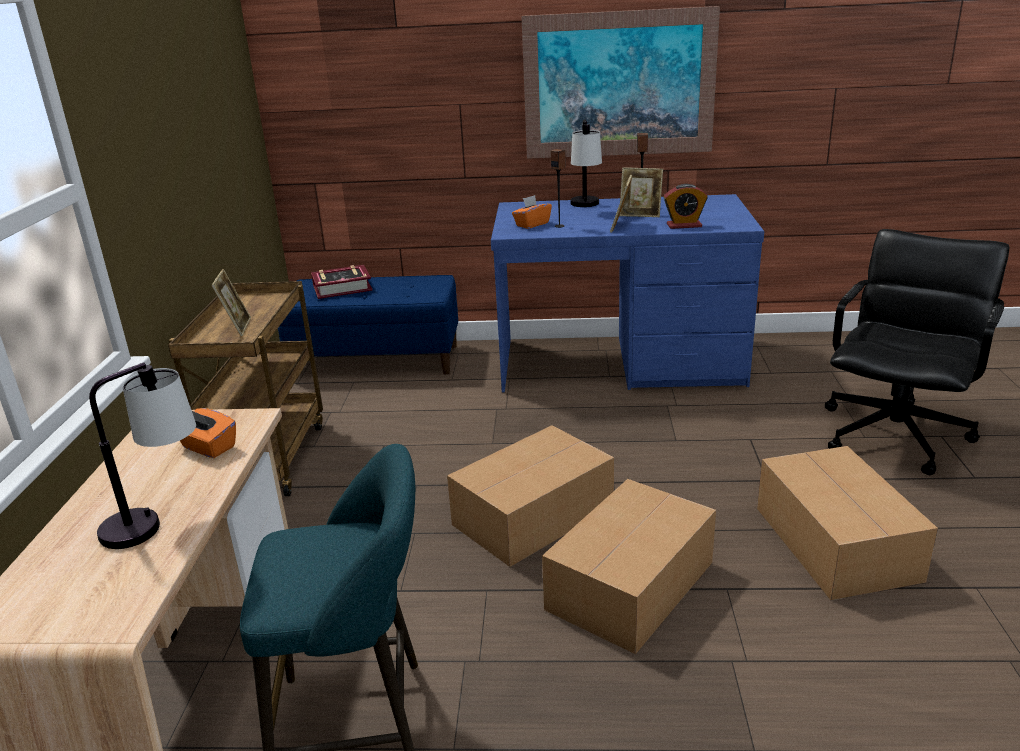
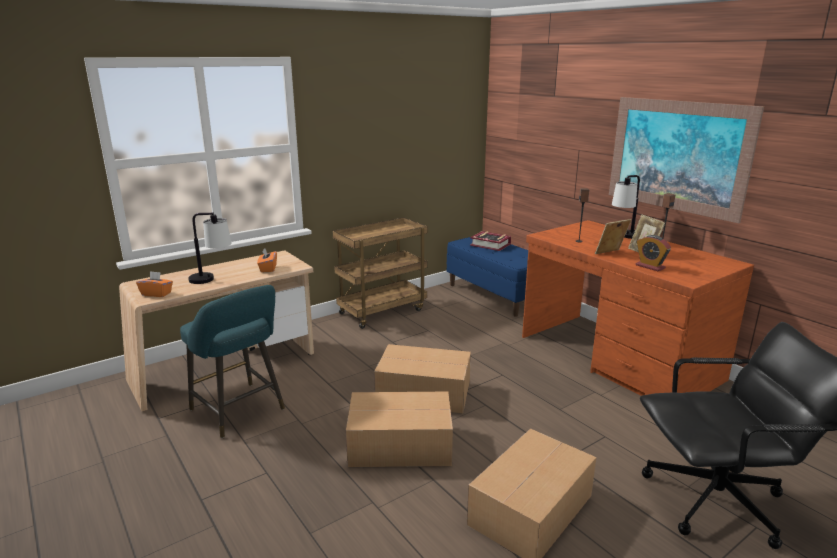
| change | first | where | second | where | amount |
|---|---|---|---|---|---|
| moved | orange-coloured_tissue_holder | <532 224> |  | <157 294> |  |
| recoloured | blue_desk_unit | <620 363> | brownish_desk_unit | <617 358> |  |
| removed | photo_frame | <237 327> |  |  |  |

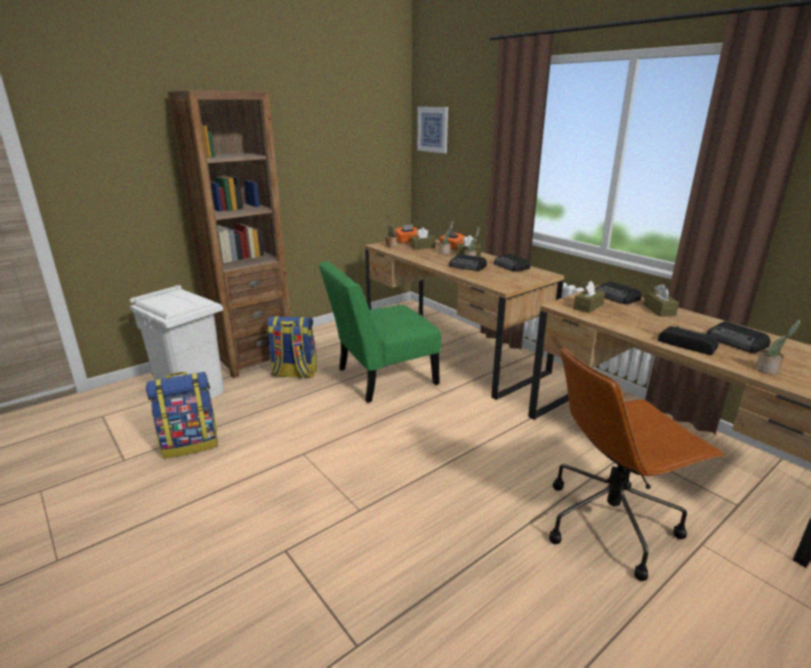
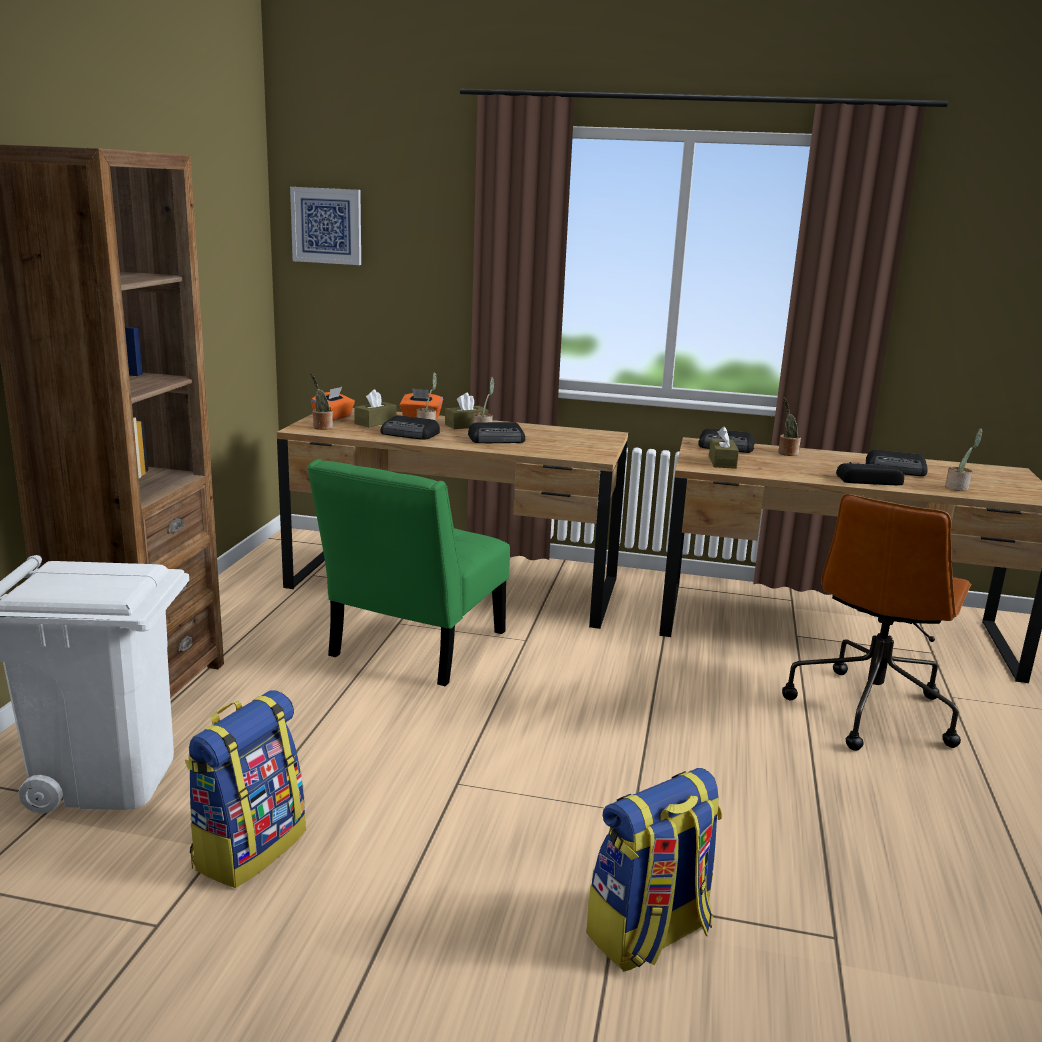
| change | first | where | second | where | amount |
|---|---|---|---|---|---|
| moved | radio | <511 266> |  | <410 434> |  |
| moved | backpack | <294 373> |  | <649 934> |  |
| replaced | brownish_tissue_holder | <659 310> | potted_plant | <786 453> |  |

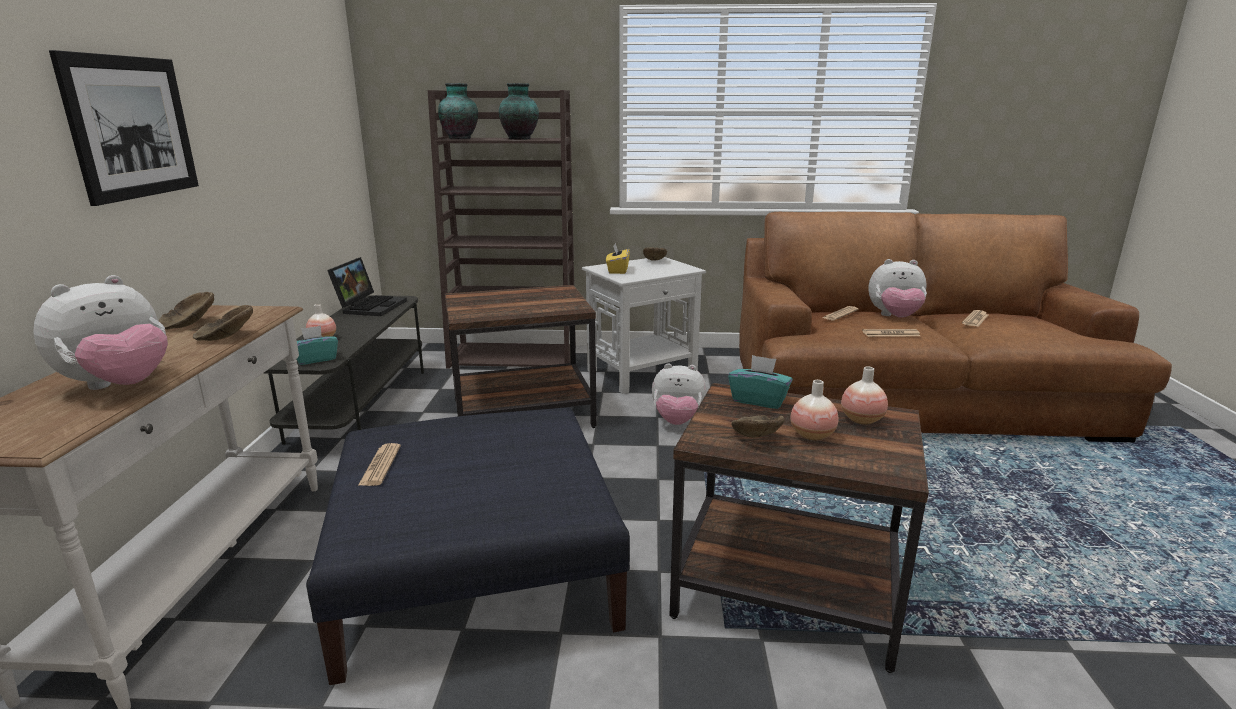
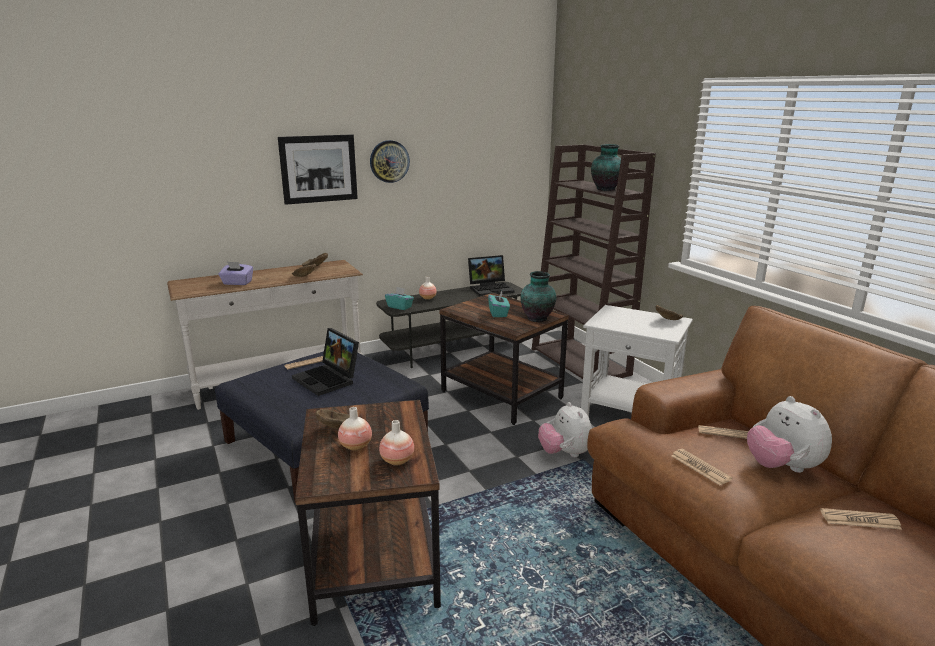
| change | first | where | second | where | amount |
|---|---|---|---|---|---|
| replaced | cuddly_toy | <120 386> | purple-coloured_tissue_holder | <237 283> |  |
| added |  |  | notebook_computer | <328 379> |  |
| added |  |  | clock_on_the_wall | <389 161> |  |
| moved | blue-green_tissue_holder | <759 400> |  | <498 313> |  |
| moved | flower_vase | <460 138> |  | <538 318> |  |
| removed | yellow-coloured_tissue_holder | <617 270> |  |  |  |

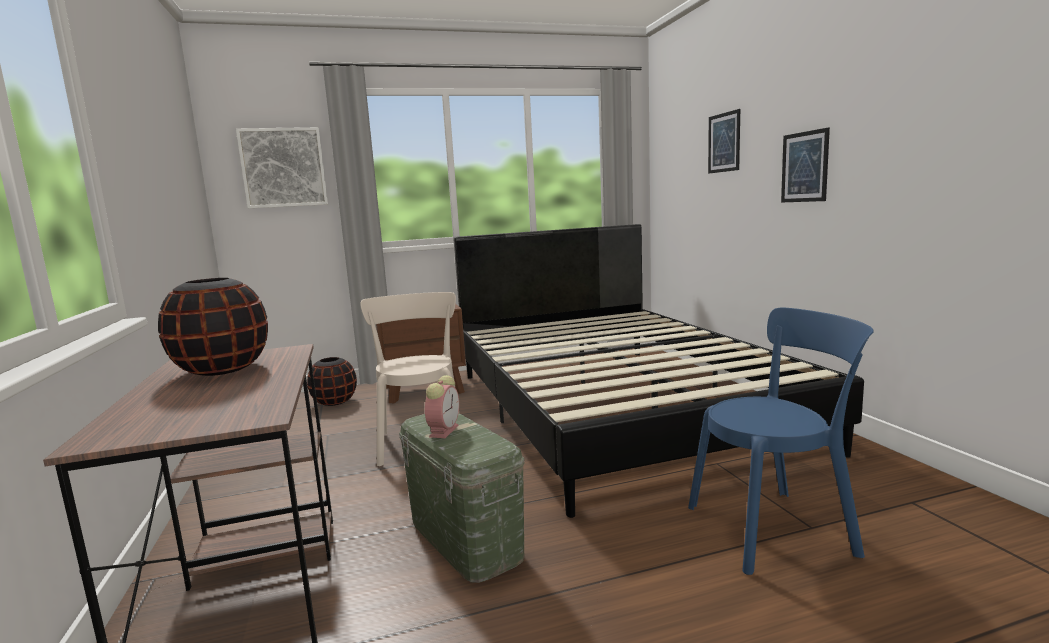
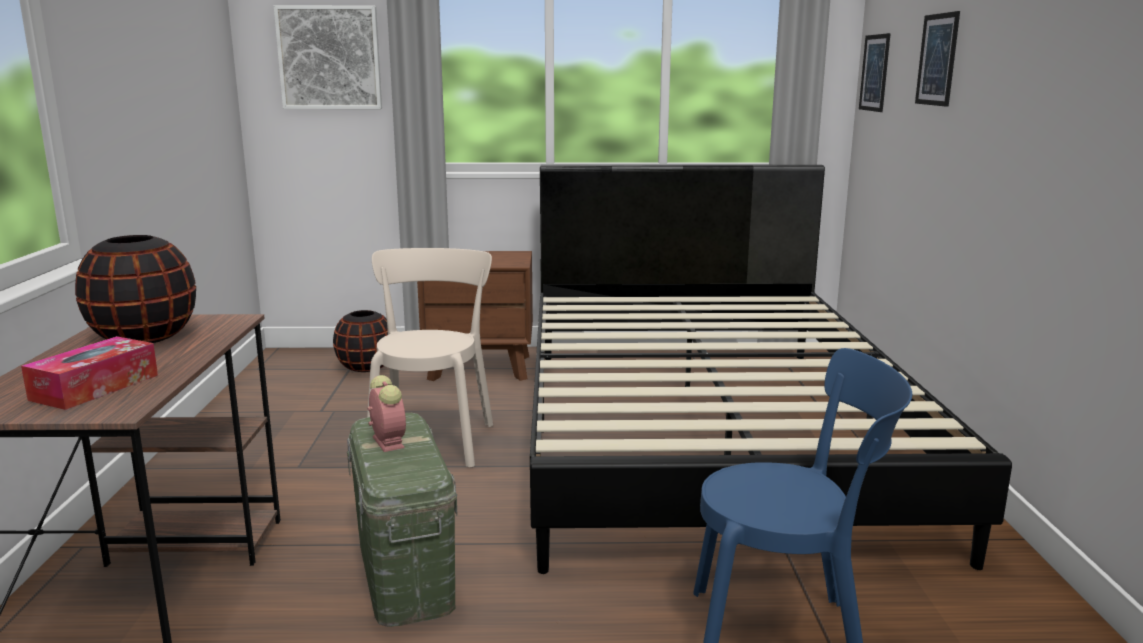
| change | first | where | second | where | amount |
|---|---|---|---|---|---|
| added |  |  | tissue_holder | <95 387> |  |
| turned | table_clock | <444 430> |  | <387 441> | 60 degrees counterclockwise |
| moved | wall_art | <804 167> |  | <874 73> |  |

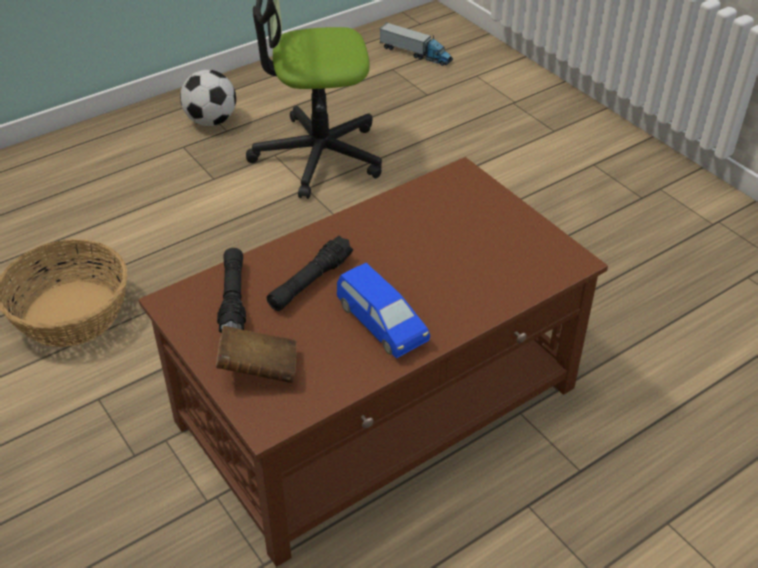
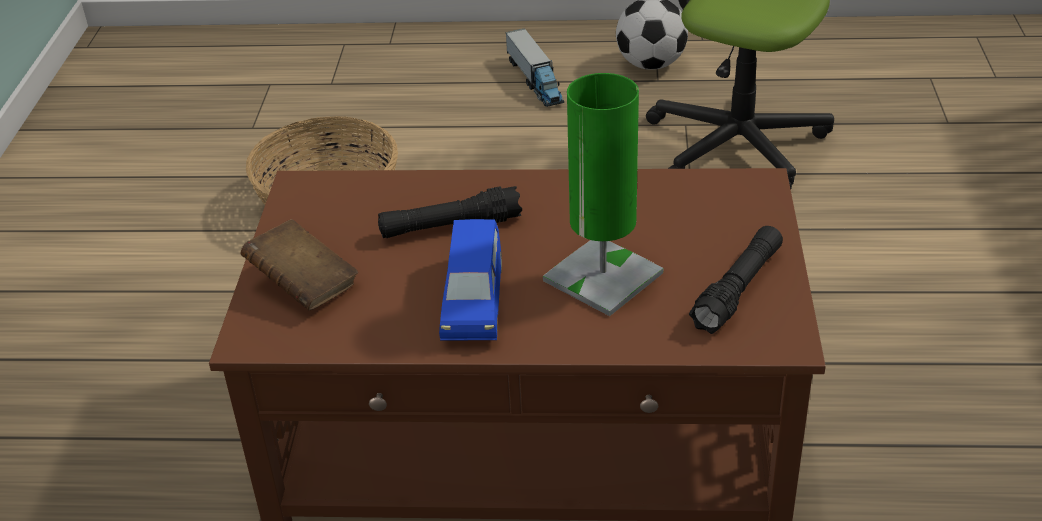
| change | first | where | second | where | amount |
|---|---|---|---|---|---|
| moved | toy_truck | <415 54> |  | <535 81> |  |
| added |  |  | greenish_tabletop_lamp | <603 277> |  |
| moved | black_flashlight | <233 299> |  | <738 289> |  |

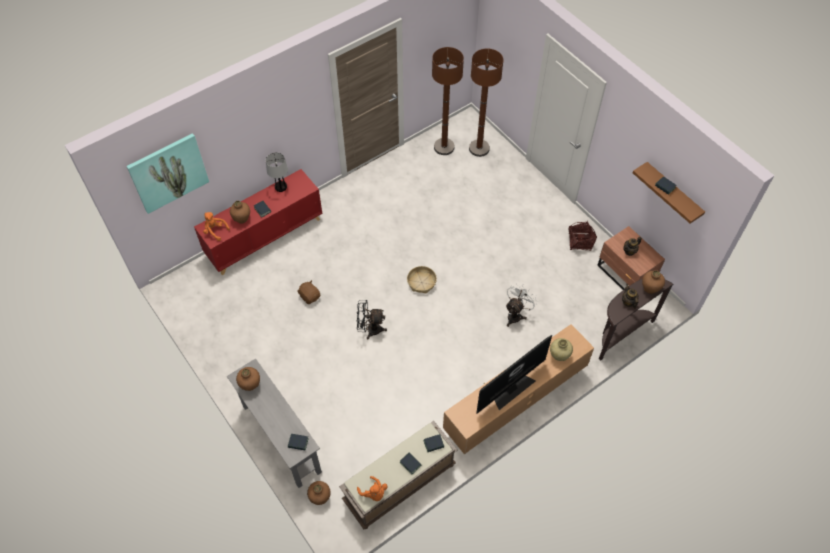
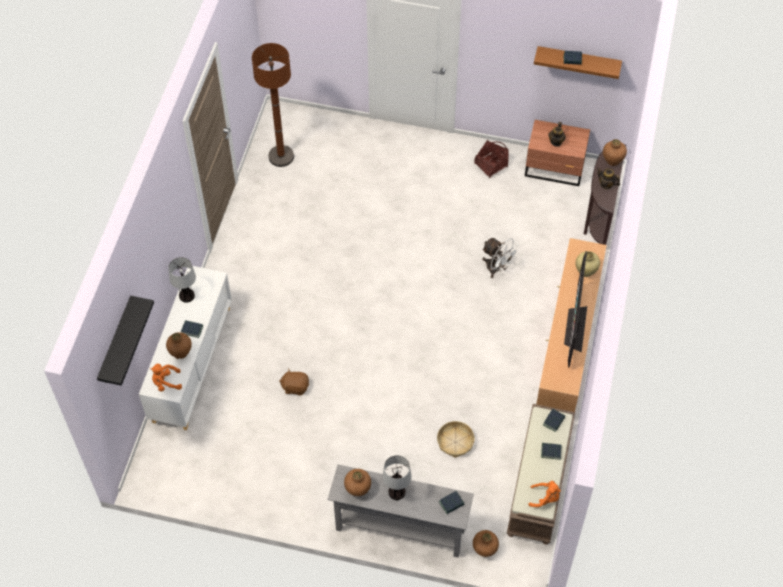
| change | first | where | second | where | amount |
|---|---|---|---|---|---|
| replaced | wall_art | <168 172> | black_wall_shelf | <116 343> |  |
| recoloured | red_cupboard | <265 237> | white-coloured_cupboard | <192 363> |  |
| added |  |  | tabletop_lamp | <396 492> |  |
| moved | household_basket | <421 282> |  | <455 442> |  |
| turned | white-coloured_electric_fan | <516 314> |  | <497 269> | 135 degrees clockwise |
| removed | black_electric_fan | <370 329> |  |  |  |
| removed | brownish_floor_lamp | <479 148> |  |  |  |

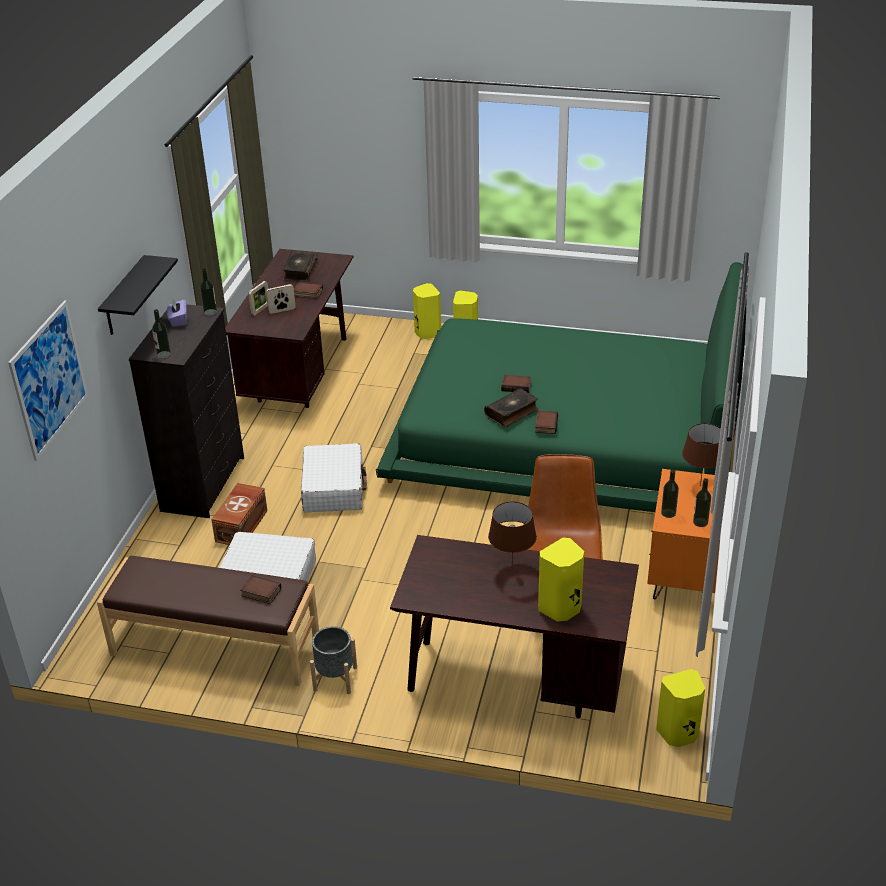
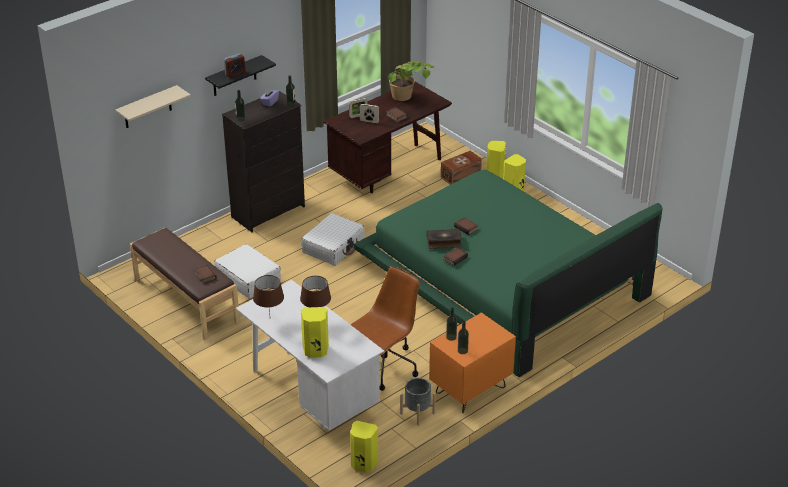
| change | first | where | second | where | amount |
|---|---|---|---|---|---|
| replaced | wall_art | <49 379> | beige-coloured_wall_shelf | <147 107> |  |
| added |  |  | table_clock | <235 73> |  |
| recoloured | brownish_desk_unit | <514 681> | white-coloured_desk_unit | <311 394> |  |
| moved | brownish_tabletop_lamp | <700 486> |  | <269 319> |  |
| replaced | bound_book | <299 271> | potted_plant | <408 100> |  |
| moved | gray_flower_pot | <335 678> |  | <417 413> |  |
| moved | brownish_storage_bin | <242 525> |  | <461 175> |  |

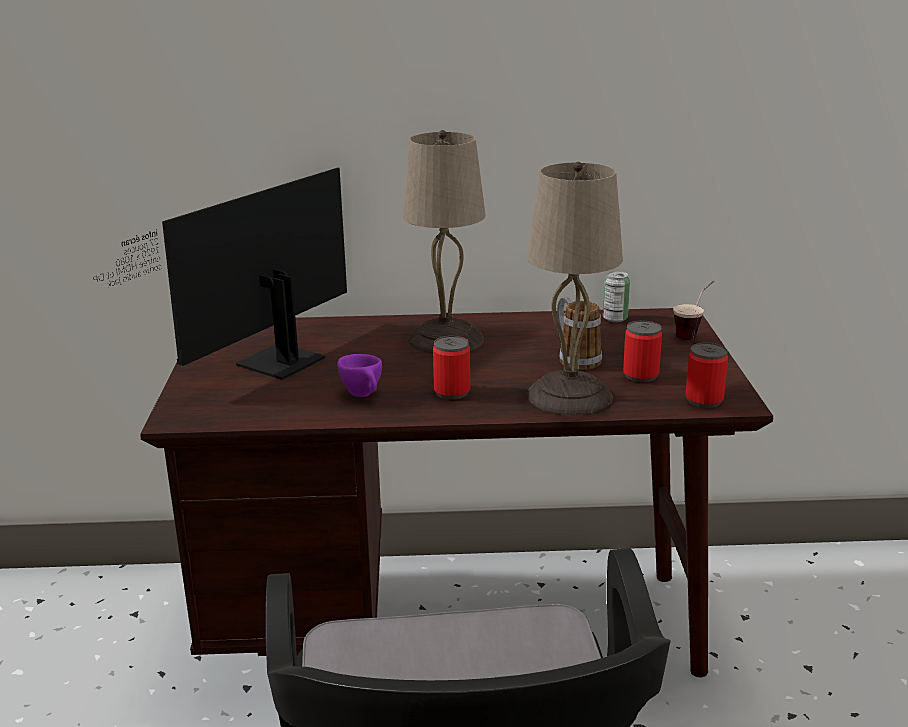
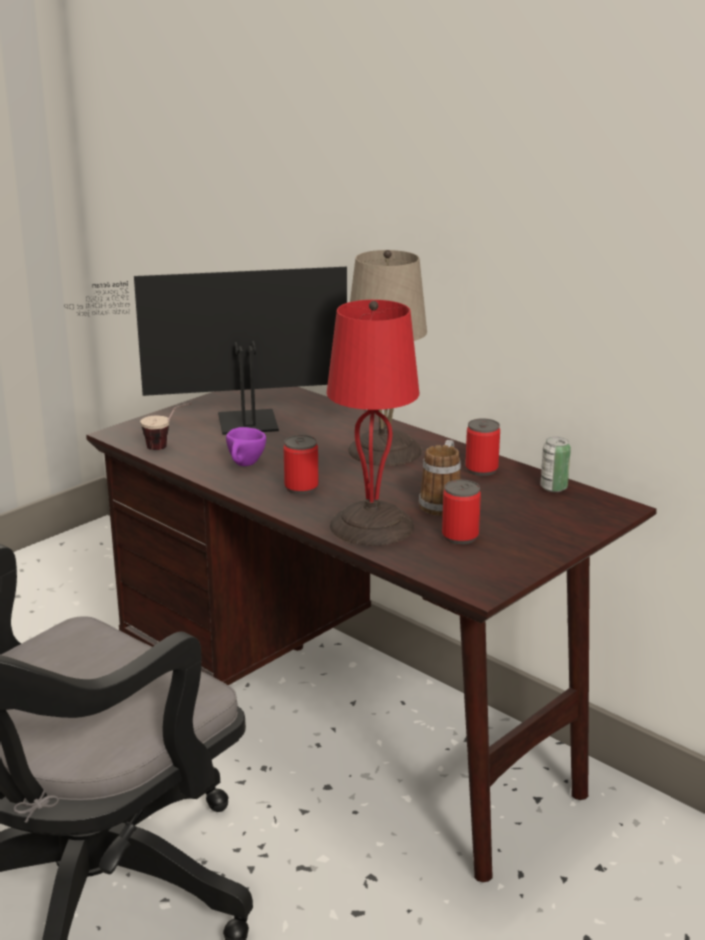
| change | first | where | second | where | amount |
|---|---|---|---|---|---|
| moved | cup | <693 333> |  | <168 447> |  |
| recoloured | beige-coloured_tabletop_lamp | <567 396> | red_tabletop_lamp | <370 525> |  |
| moved | metal_can | <704 400> |  | <481 469> |  |

